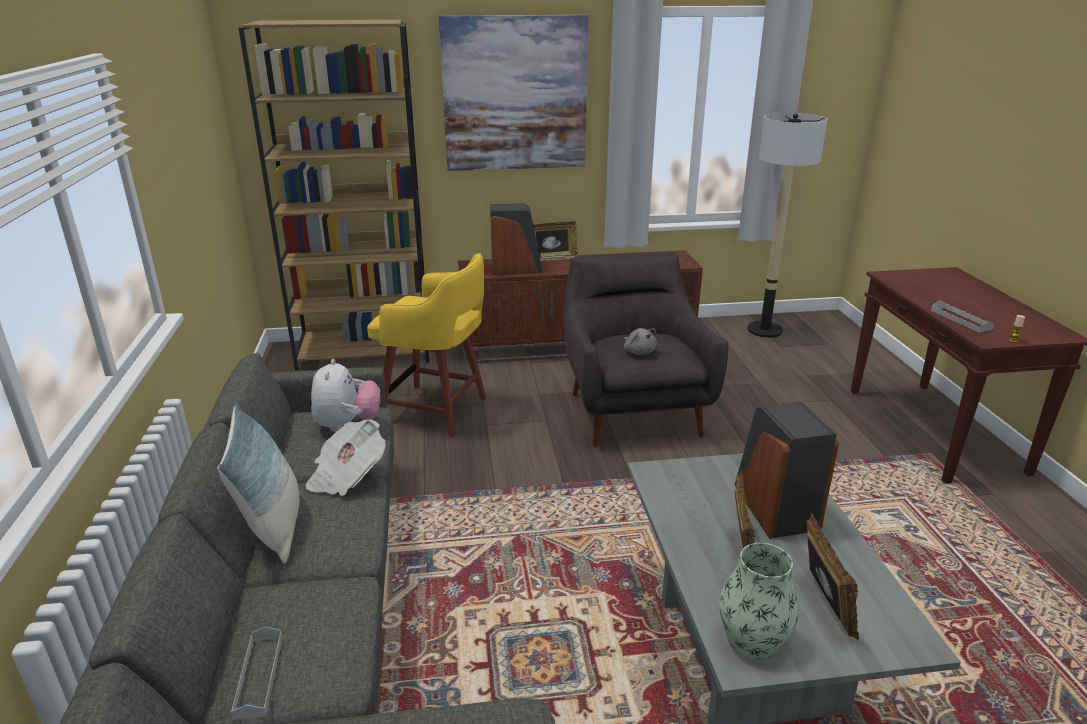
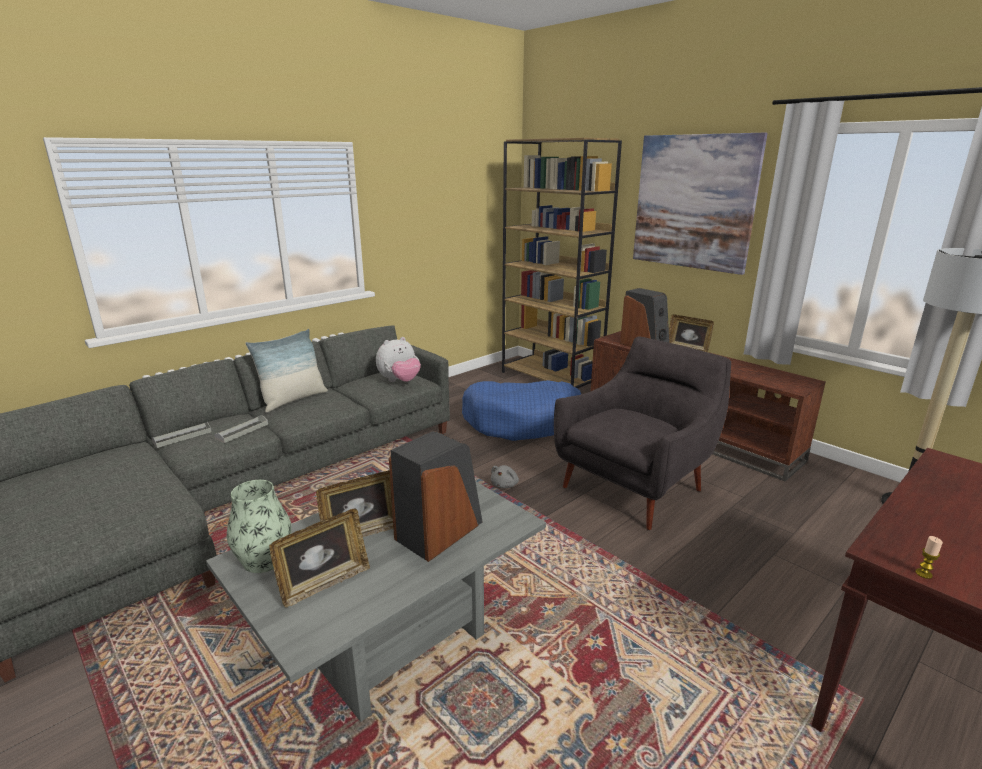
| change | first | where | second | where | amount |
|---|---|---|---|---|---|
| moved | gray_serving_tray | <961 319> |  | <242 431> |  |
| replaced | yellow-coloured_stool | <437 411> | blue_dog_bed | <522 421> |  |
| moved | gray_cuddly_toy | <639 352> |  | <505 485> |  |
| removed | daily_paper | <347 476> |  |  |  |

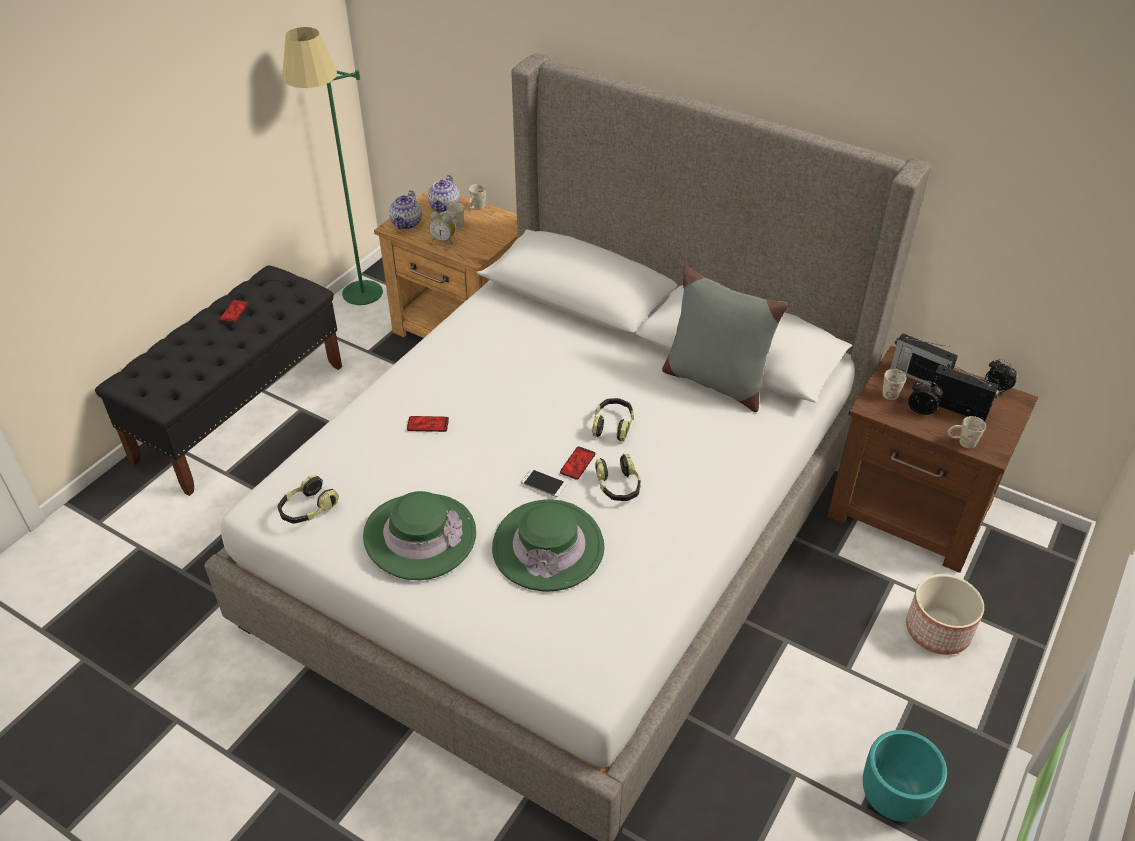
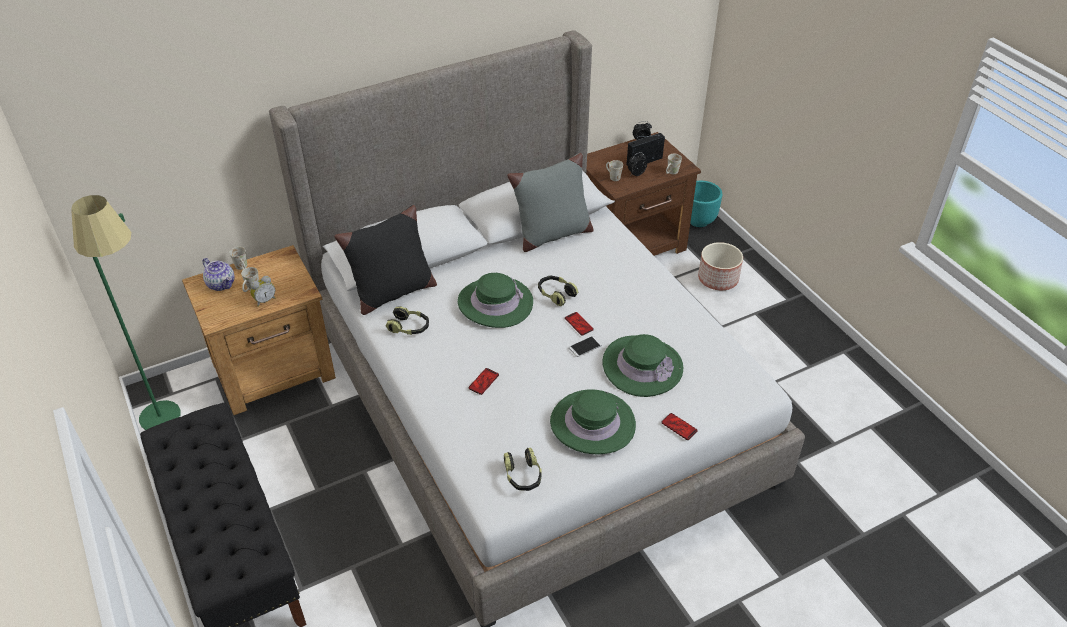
| change | first | where | second | where | amount |
|---|---|---|---|---|---|
| added |  |  | black_throw_pillow | <392 293> |  |
| moved | headphones | <618 486> |  | <409 327> |  |
| added |  |  | greenish_hat | <495 303> |  |
| moved | handset | <234 312> |  | <679 427> |  |
| moved | blue-green_flower_pot | <893 800> |  | <699 221> |  |
| removed | pot_for_tea | <407 223> |  |  |  |
| removed | radio | <917 376> |  |  |  |

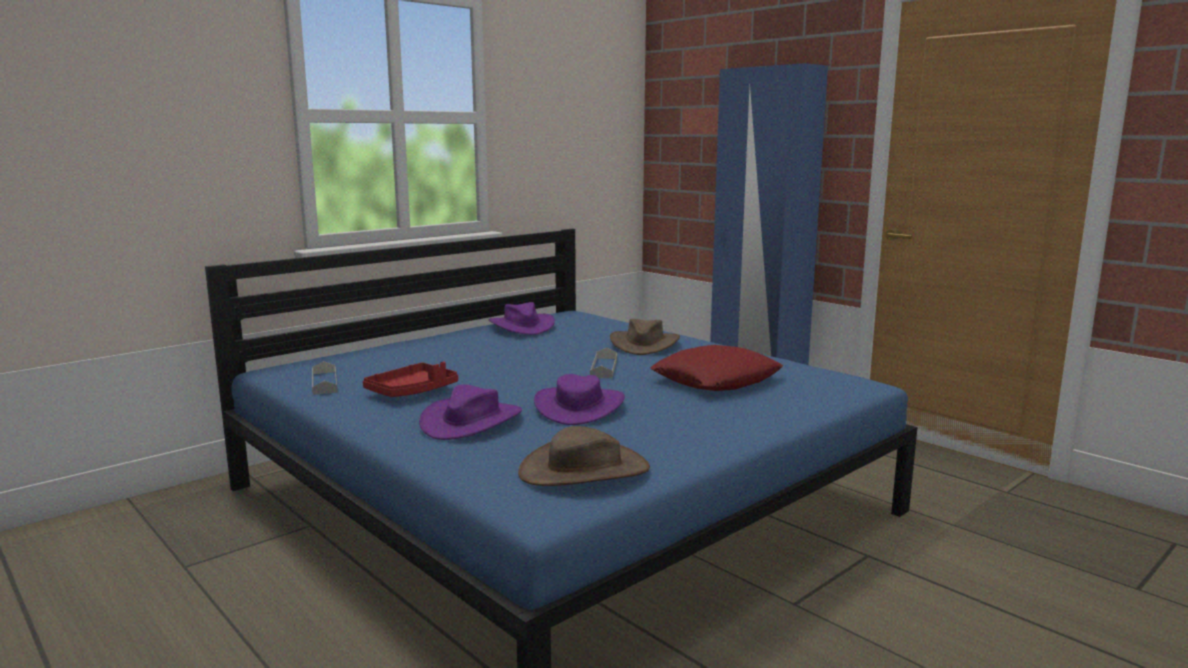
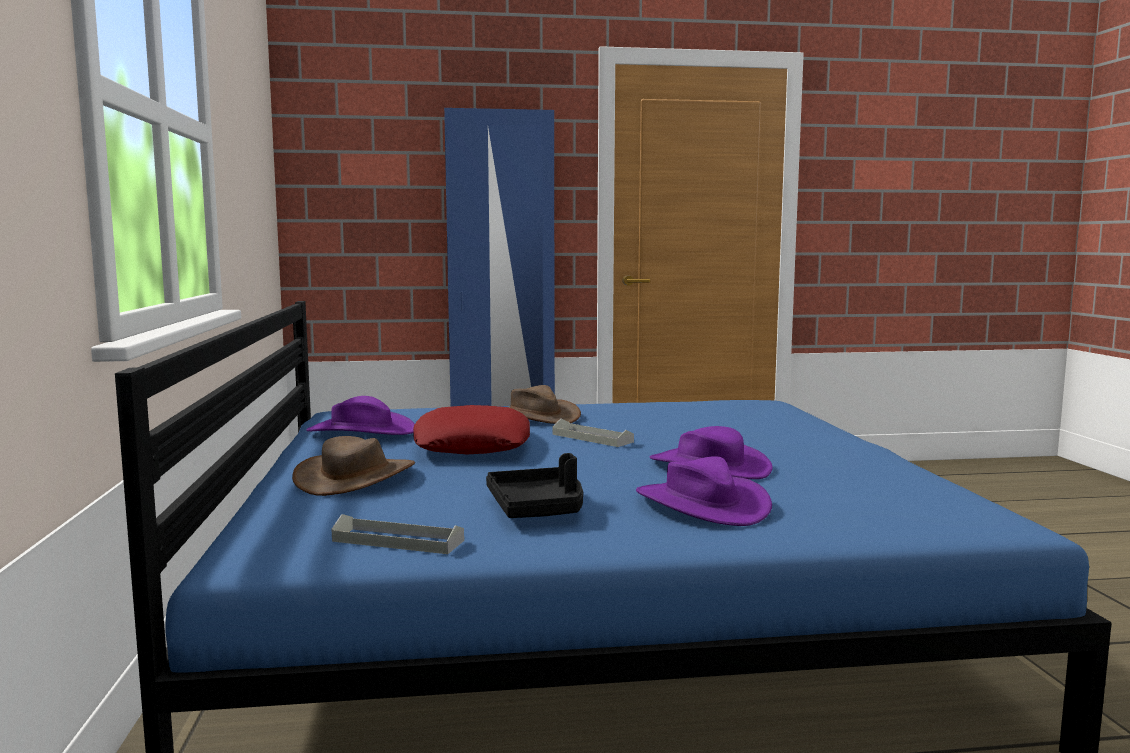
| change | first | where | second | where | amount |
|---|---|---|---|---|---|
| moved | brownish_hat | <584 470> |  | <356 477> |  |
| moved | red_throw_pillow | <716 379> |  | <472 444> |  |
| recoloured | red_serving_tray | <412 391> | black_serving_tray | <538 508> |  |

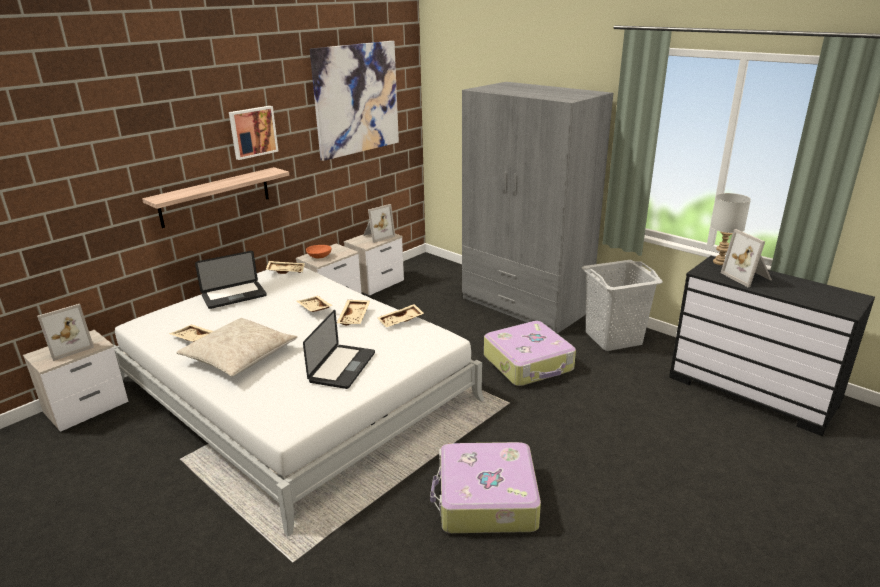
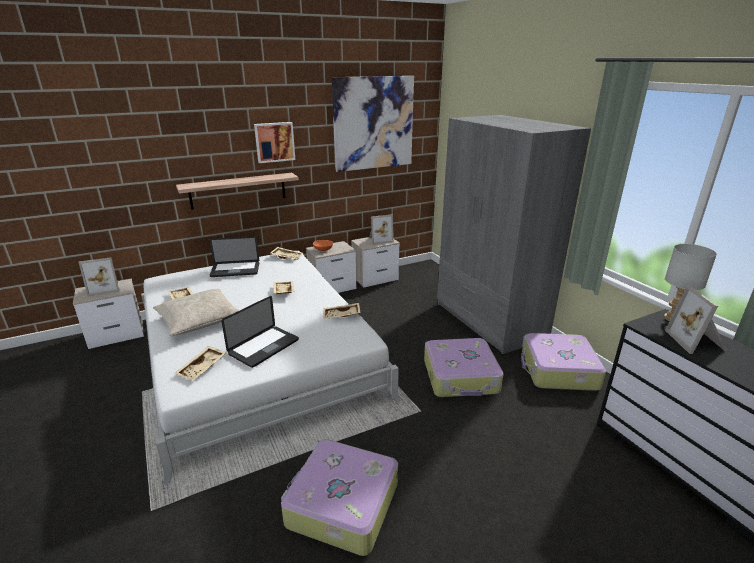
| change | first | where | second | where | amount |
|---|---|---|---|---|---|
| moved | beige-coloured_serving_tray | <355 317> |  | <203 368> |  |
| replaced | gray_washing_basket | <614 338> | suitcase | <558 370> |  |

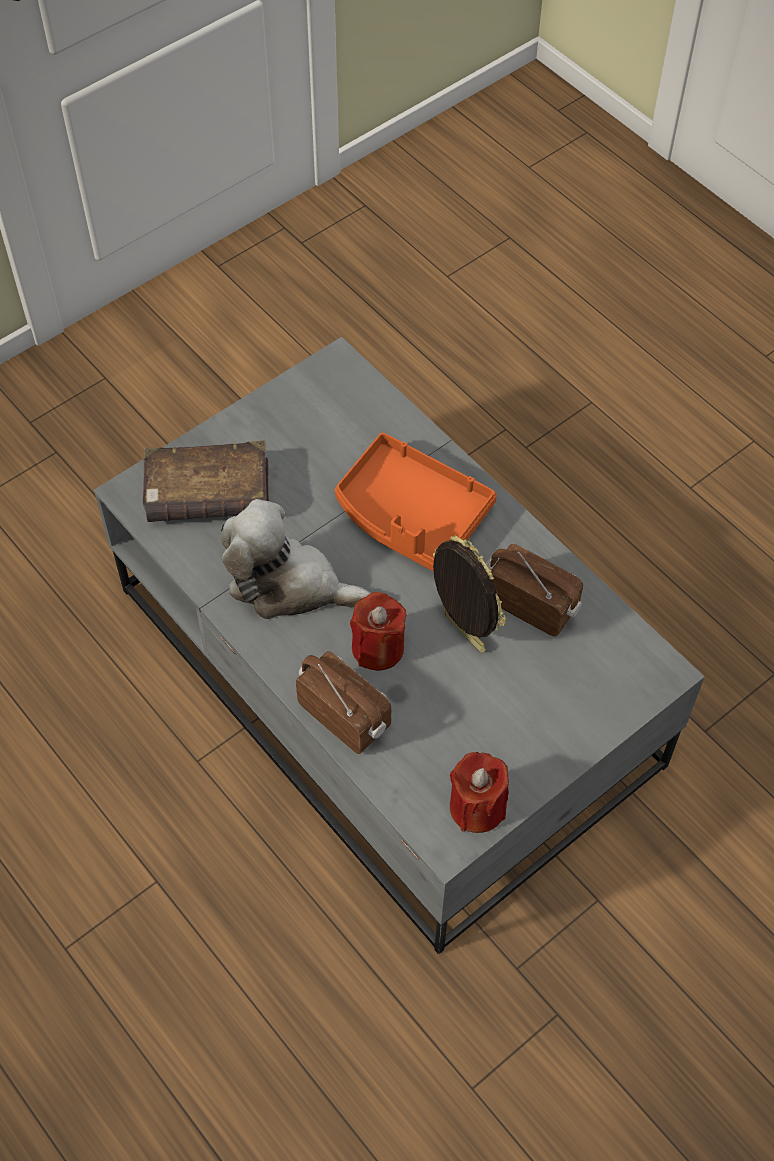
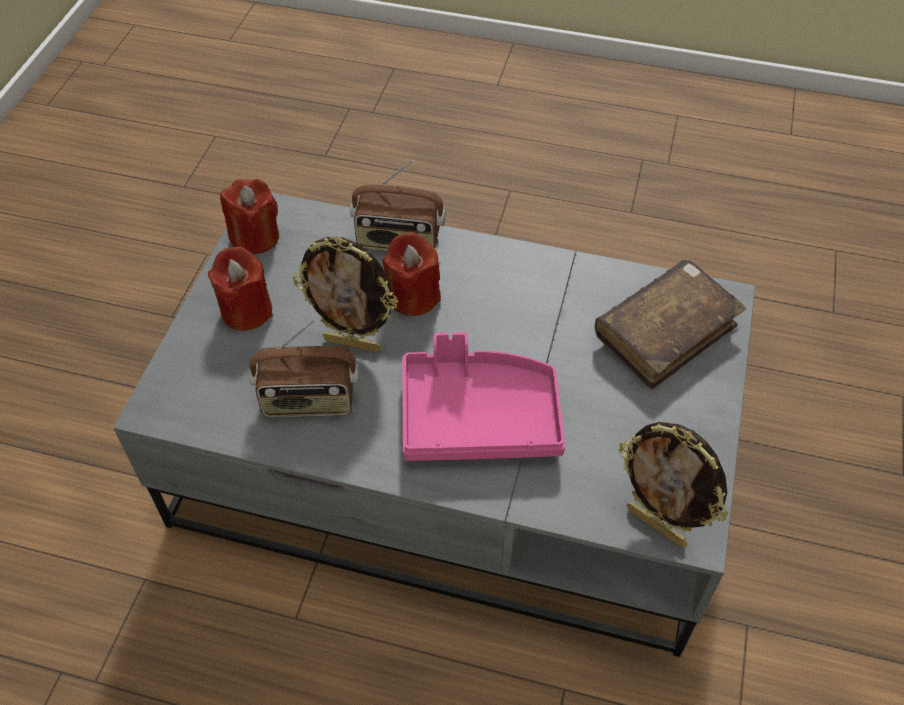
| change | first | where | second | where | amount |
|---|---|---|---|---|---|
| added |  |  | red_candle | <246 311> |  |
| recoloured | orange-coloured_serving_tray | <410 515> | pink-coloured_serving_tray | <478 417> |  |
| added |  |  | photo_frame | <657 525> |  |
| removed | cuddly_toy | <288 584> |  |  |  |

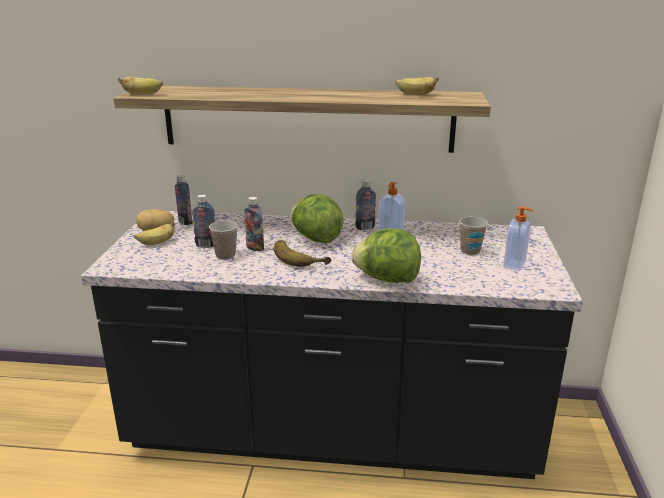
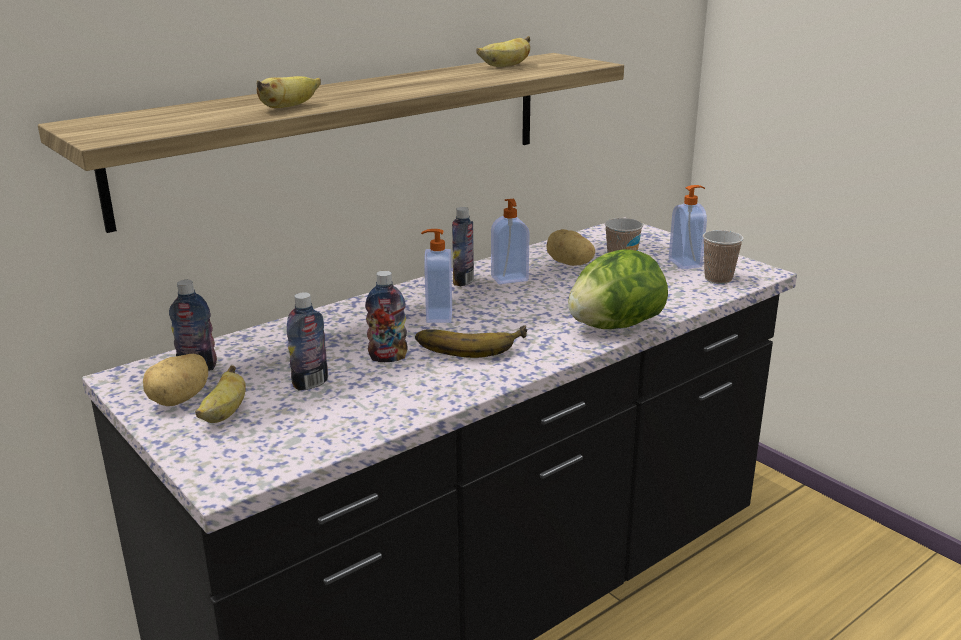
| change | first | where | second | where | amount |
|---|---|---|---|---|---|
| moved | banana | <143 94> |  | <288 107> |  |
| replaced | head_of_lettuce | <316 239> | soap_dispenser | <438 316> |  |
| added |  |  | potato | <569 264> |  |
| moved | cup | <225 255> |  | <718 279> |  |

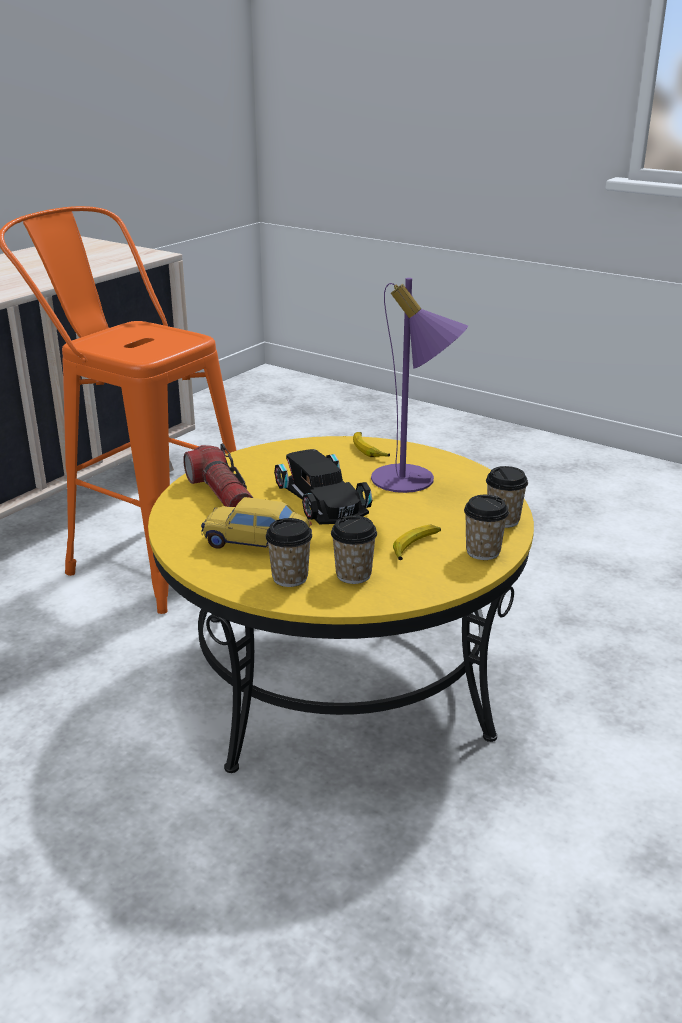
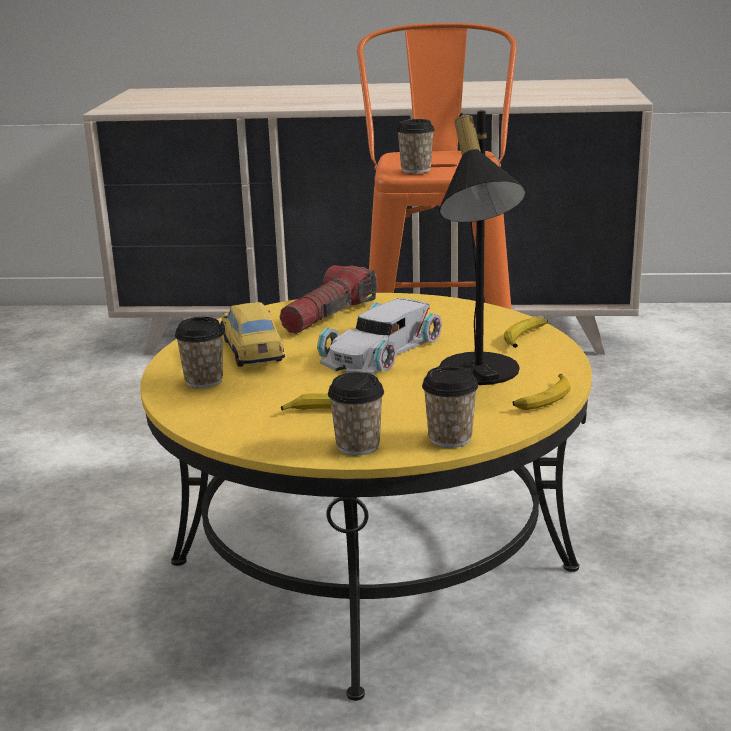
| change | first | where | second | where | amount |
|---|---|---|---|---|---|
| recoloured | black_miniature_car | <321 498> | white-coloured_miniature_car | <378 350> |  |
| moved | cup | <353 575> |  | <416 170> |  |
| recoloured | purple-coloured_tabletop_lamp | <413 482> | black_tabletop_lamp | <479 375> |  |
| added |  |  | banana | <543 399> |  |

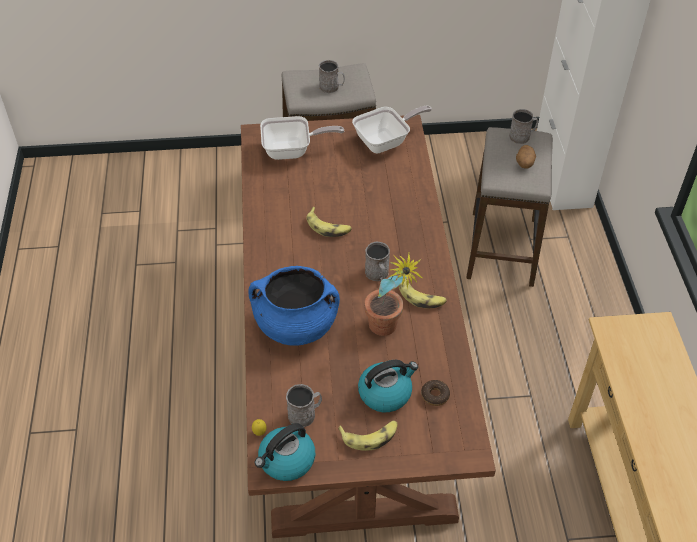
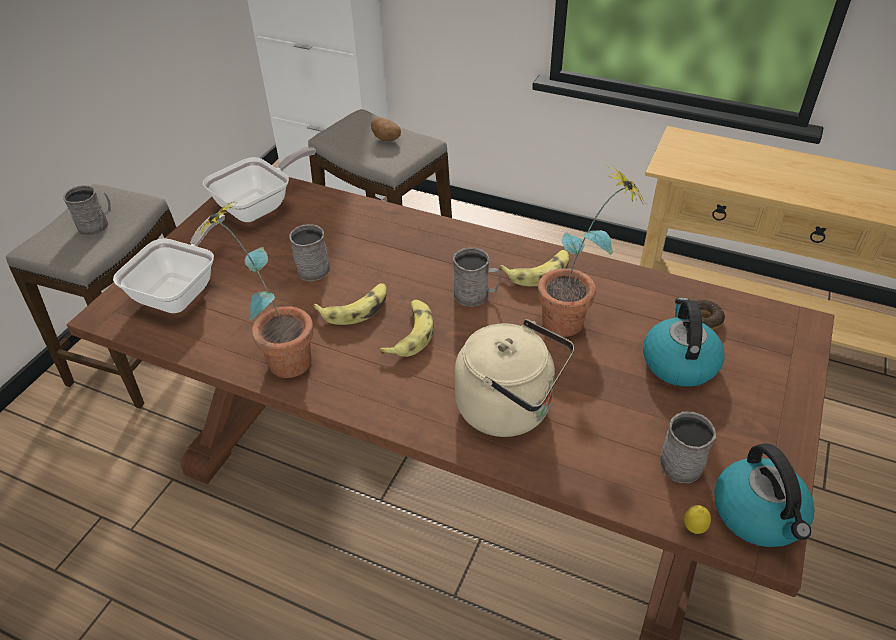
| change | first | where | second | where | amount |
|---|---|---|---|---|---|
| added |  |  | potted_plant | <278 358> |  |
| turned | frying_pan | <386 141> |  | <260 206> | 45 degrees clockwise |
| moved | gray_tea_mug | <522 136> |  | <315 267> |  |
| moved | banana | <370 436> |  | <410 334> |  |
| replaced | blue_cooking_pot | <296 325> | beige-coloured_water_kettle | <510 408> |  |

